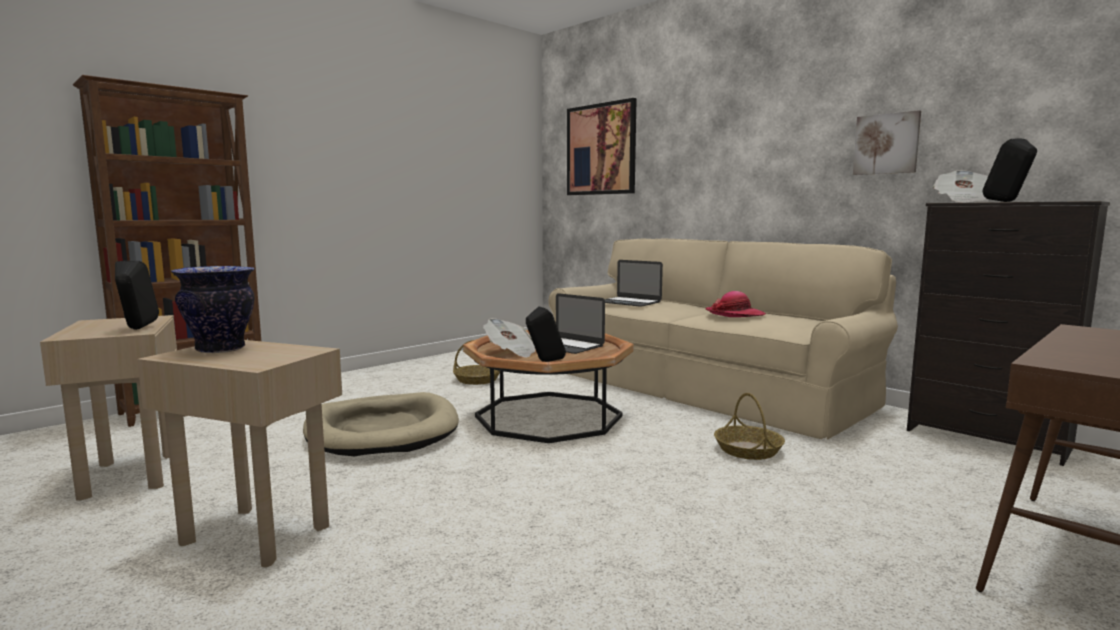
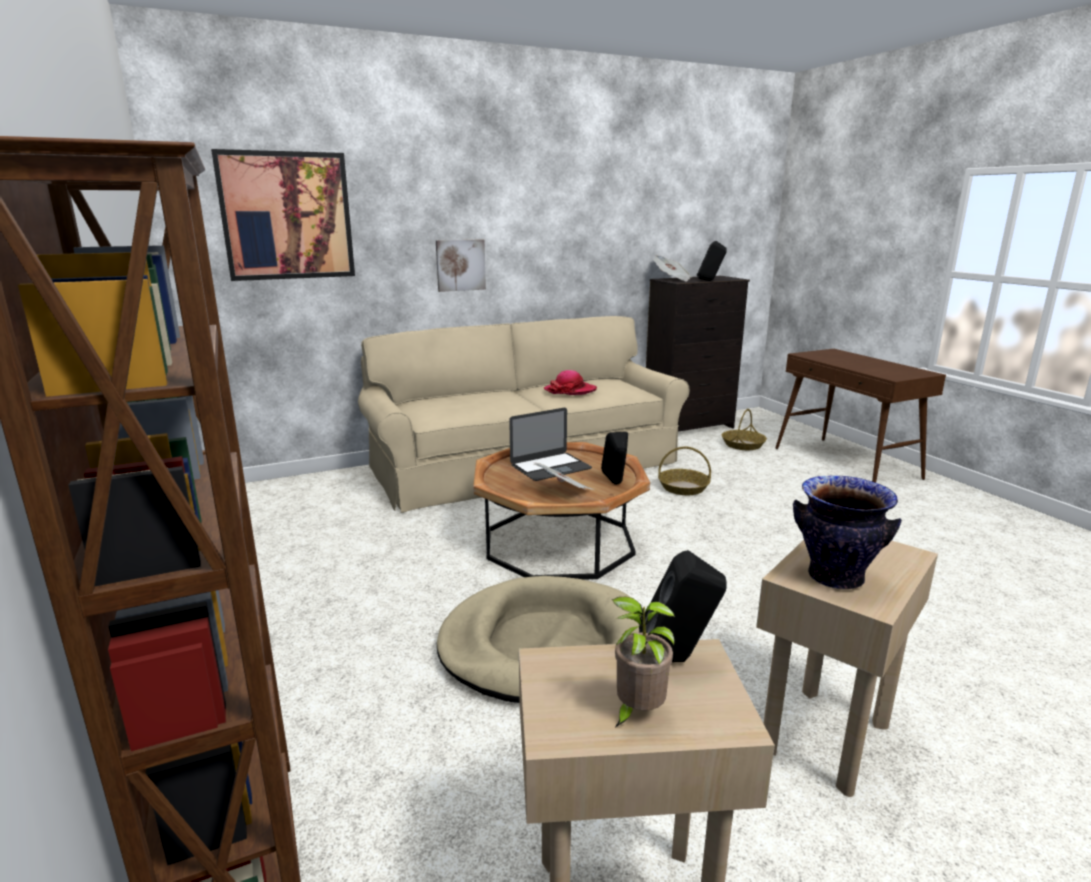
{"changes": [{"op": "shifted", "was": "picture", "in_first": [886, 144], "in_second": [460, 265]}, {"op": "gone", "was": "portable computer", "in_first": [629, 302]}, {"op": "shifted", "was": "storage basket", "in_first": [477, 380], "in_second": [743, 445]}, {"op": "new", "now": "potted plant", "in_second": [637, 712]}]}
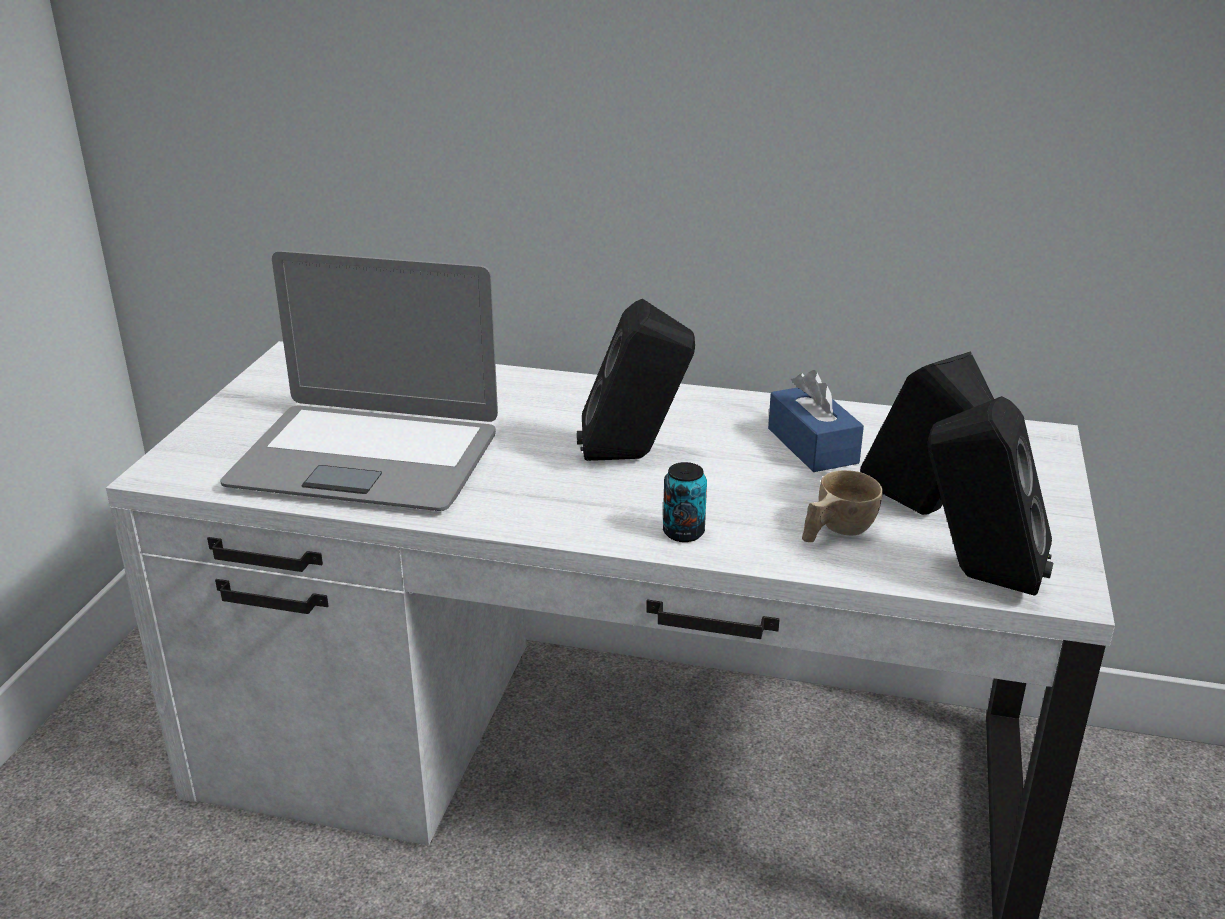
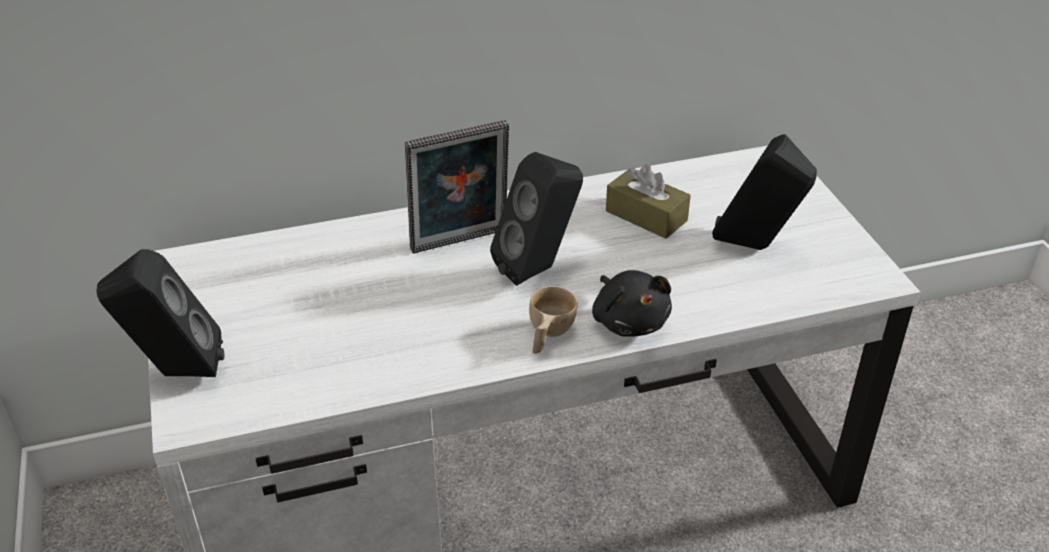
{"changes": [{"op": "gone", "was": "portable computer", "in_first": [367, 459]}, {"op": "repainted", "was": "bluish tissue holder", "now": "brownish tissue holder", "in_first": [812, 446], "in_second": [646, 216]}, {"op": "shifted", "was": "black-coloured speaker", "in_first": [977, 577], "in_second": [176, 372]}, {"op": "swapped", "was": "metal can", "now": "black-coloured cuddly toy", "in_first": [683, 532], "in_second": [629, 321]}, {"op": "shifted", "was": "beige-coloured drinking cup", "in_first": [835, 531], "in_second": [548, 335]}, {"op": "new", "now": "picture frame", "in_second": [460, 243]}]}
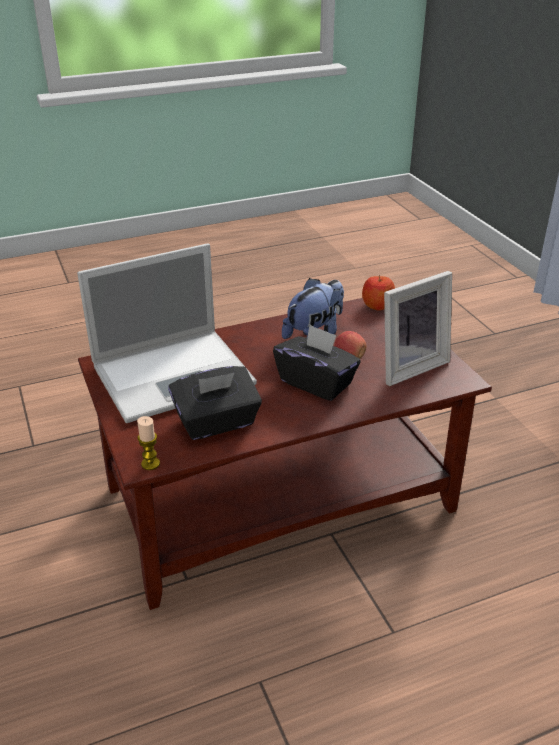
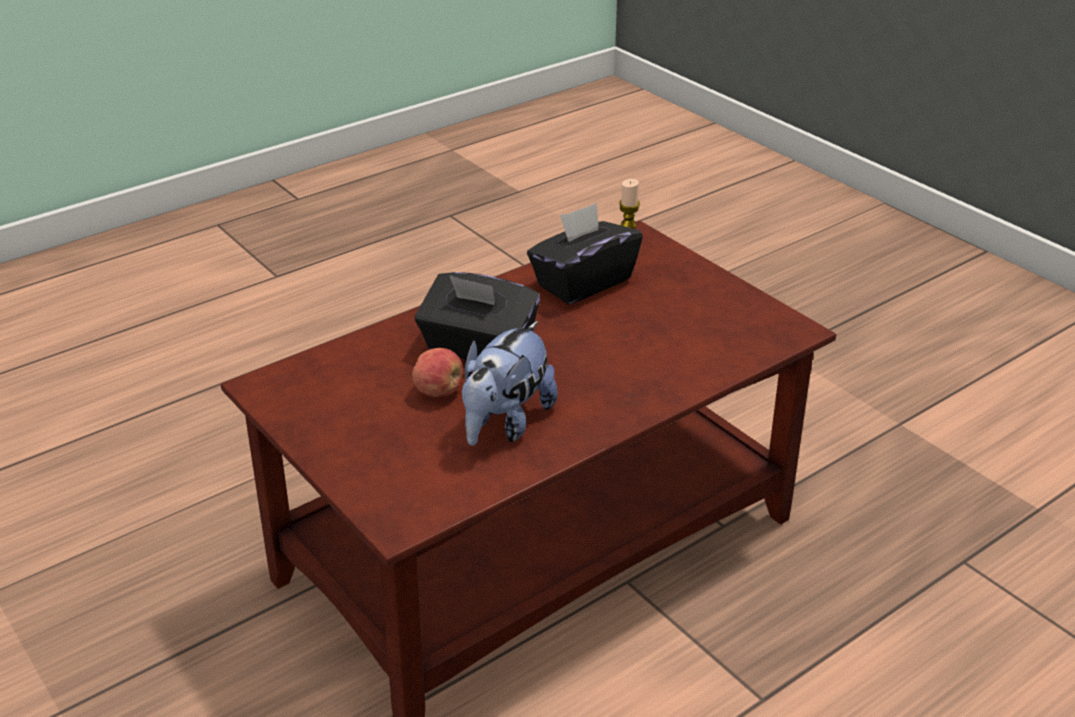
{"changes": [{"op": "gone", "was": "portable computer", "in_first": [176, 374]}, {"op": "gone", "was": "picture frame", "in_first": [408, 366]}, {"op": "gone", "was": "whole apple", "in_first": [377, 305]}]}
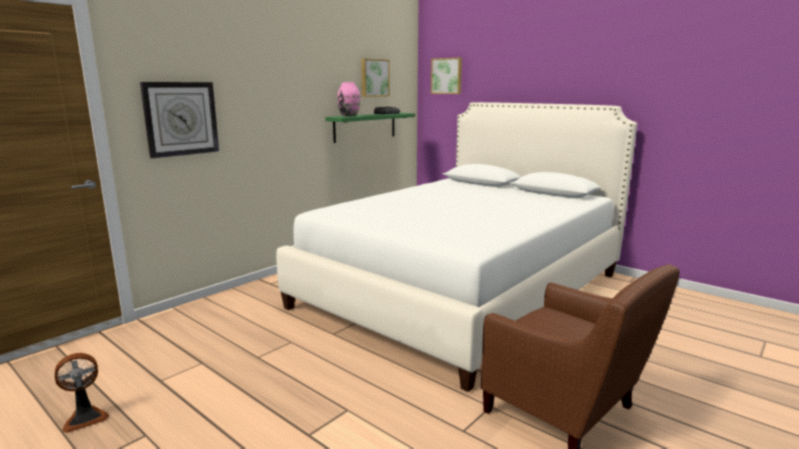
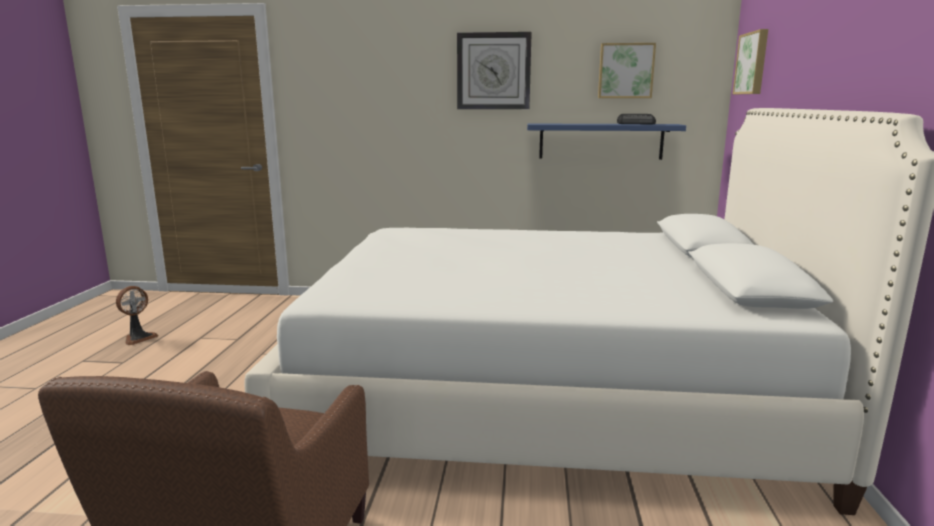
{"changes": [{"op": "shifted", "was": "wall clock", "in_first": [181, 118], "in_second": [493, 71]}, {"op": "gone", "was": "pink decorative vase", "in_first": [349, 116]}, {"op": "repainted", "was": "green shelf", "now": "bluish shelf", "in_first": [365, 127], "in_second": [601, 141]}, {"op": "rotated", "was": "cooling fan", "in_first": [85, 418], "in_second": [138, 338], "clockwise": -75}]}
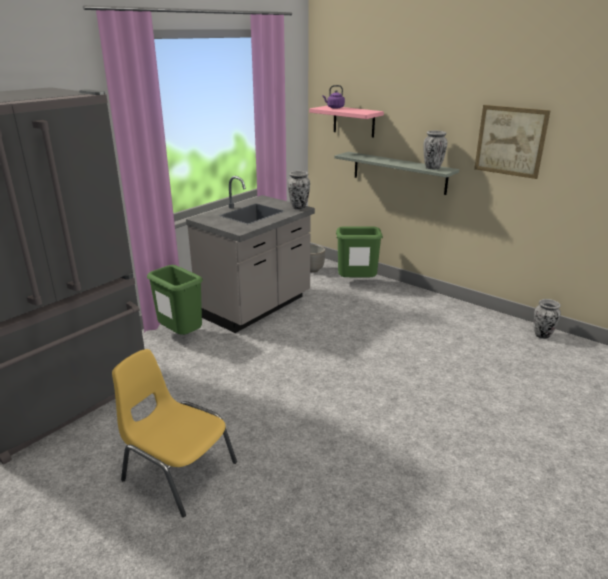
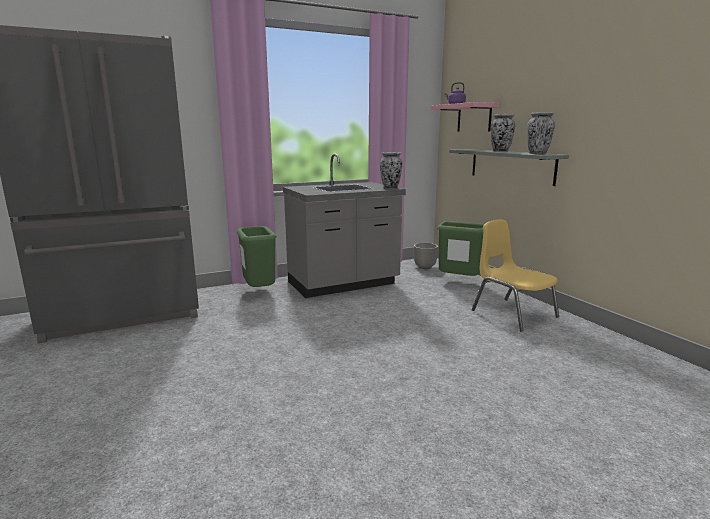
{"changes": [{"op": "gone", "was": "picture", "in_first": [510, 141]}, {"op": "shifted", "was": "decorative vase", "in_first": [542, 335], "in_second": [500, 151]}, {"op": "shifted", "was": "yellow-coloured upright chair", "in_first": [178, 471], "in_second": [512, 313]}]}
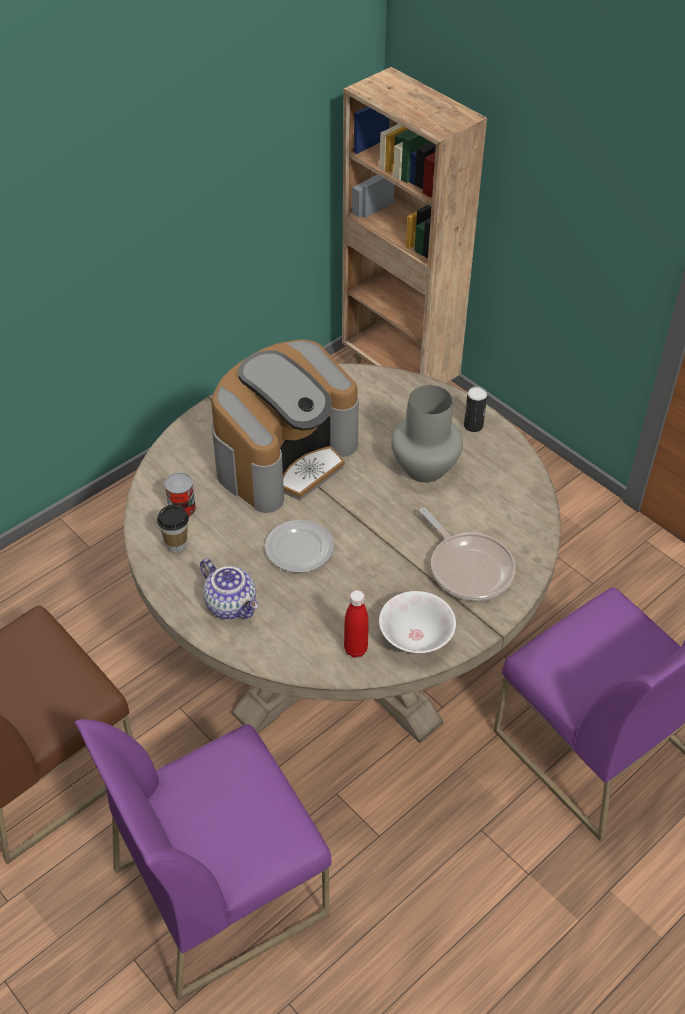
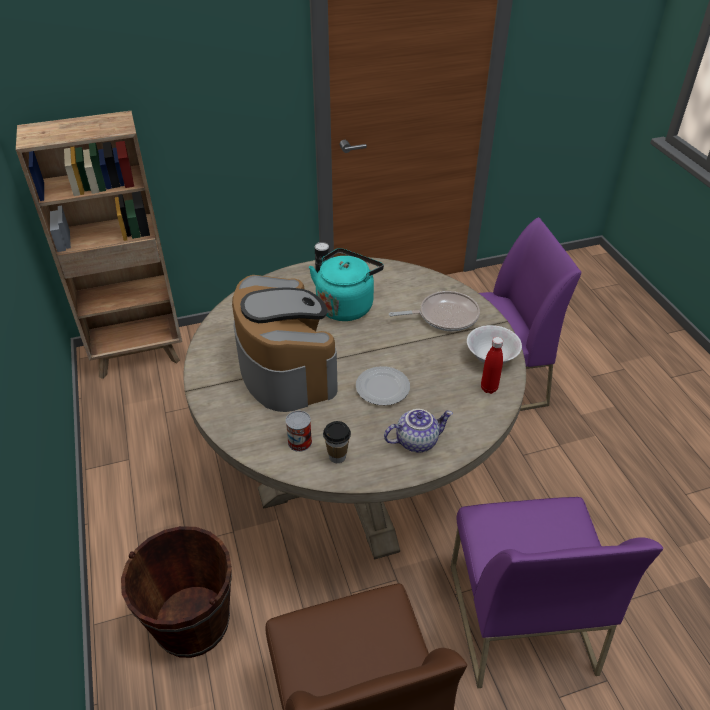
{"changes": [{"op": "swapped", "was": "greyish decorative vase", "now": "turquoise-coloured water kettle", "in_first": [425, 468], "in_second": [346, 305]}, {"op": "new", "now": "brownish water bucket", "in_second": [192, 622]}]}
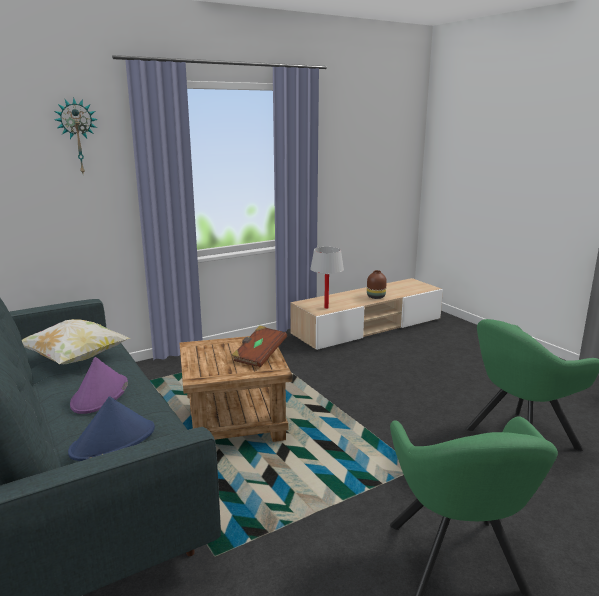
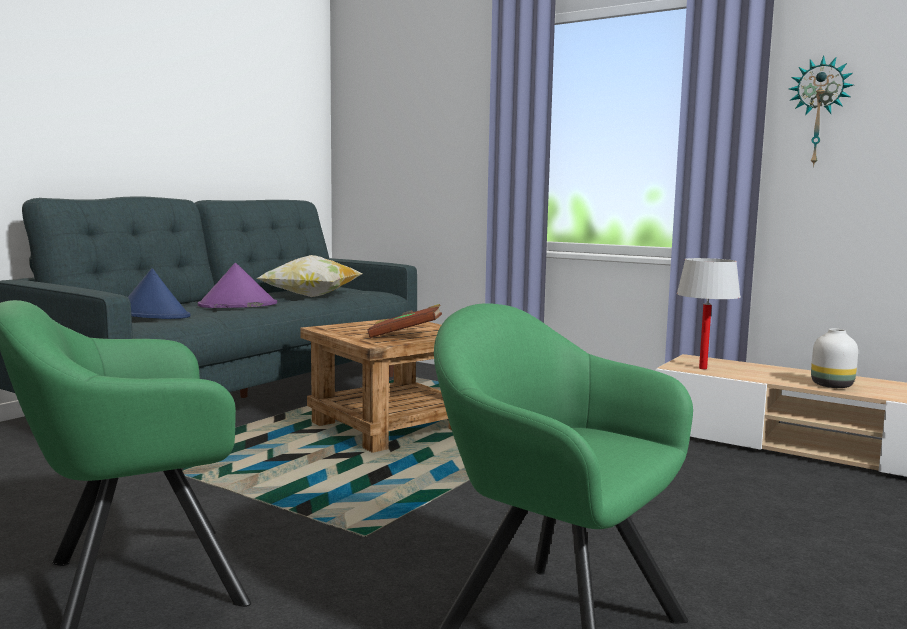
{"changes": [{"op": "shifted", "was": "wall clock", "in_first": [77, 136], "in_second": [819, 112]}, {"op": "repainted", "was": "brownish decorative vase", "now": "white-coloured decorative vase", "in_first": [375, 297], "in_second": [830, 385]}]}
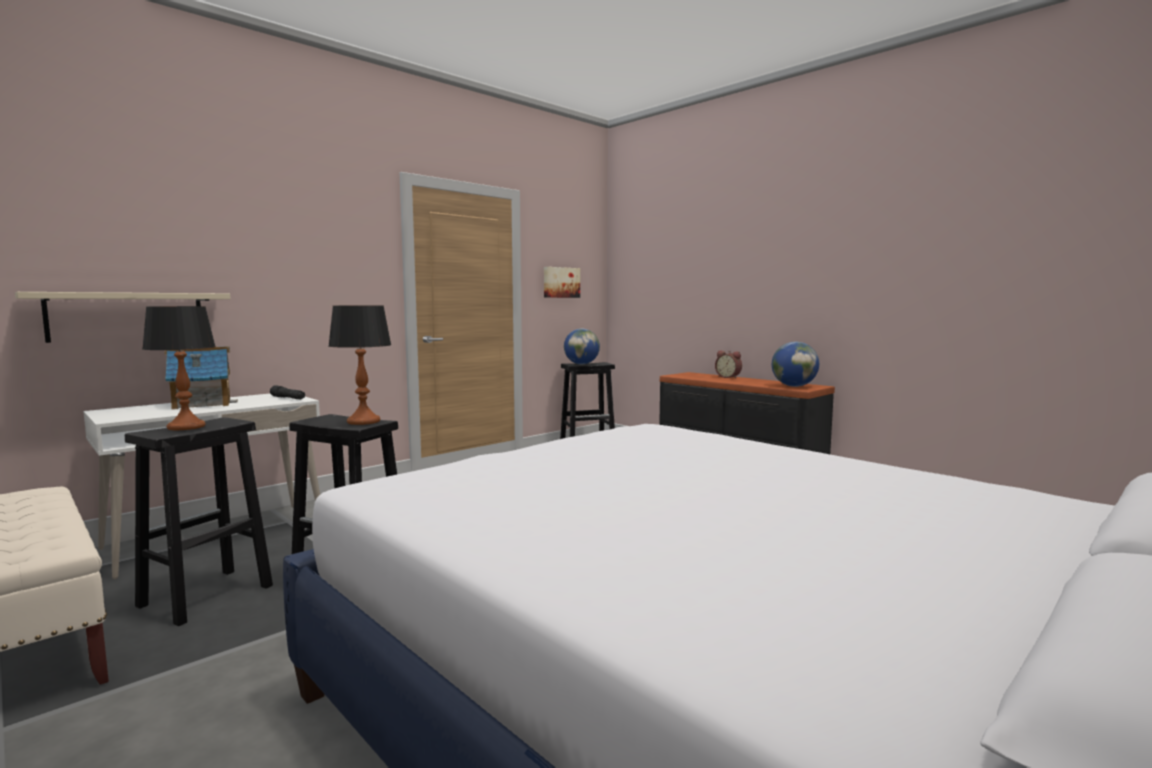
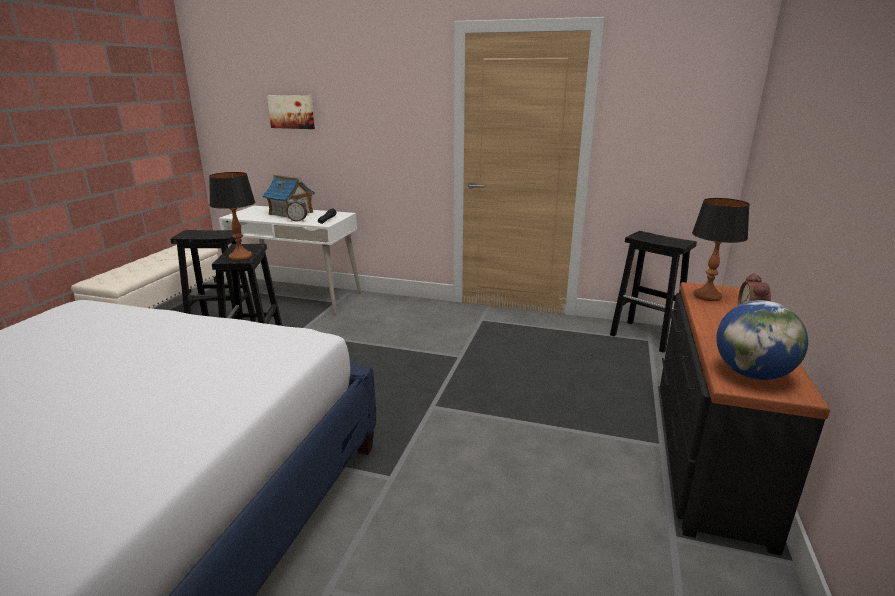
{"changes": [{"op": "shifted", "was": "picture", "in_first": [561, 282], "in_second": [292, 112]}, {"op": "gone", "was": "beige-coloured shelf", "in_first": [127, 316]}, {"op": "shifted", "was": "tabletop lamp", "in_first": [185, 427], "in_second": [706, 296]}, {"op": "gone", "was": "desk globe", "in_first": [581, 364]}, {"op": "new", "now": "alarm clock", "in_second": [298, 221]}]}
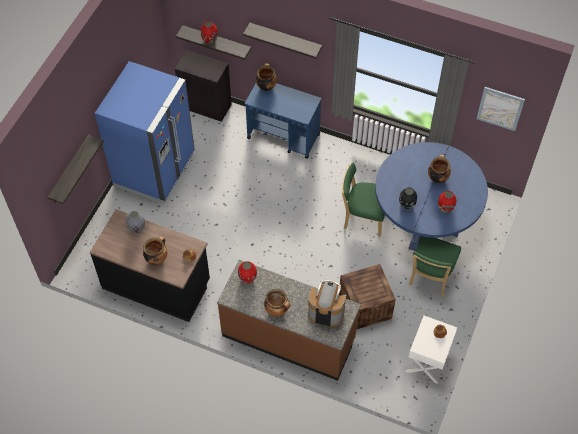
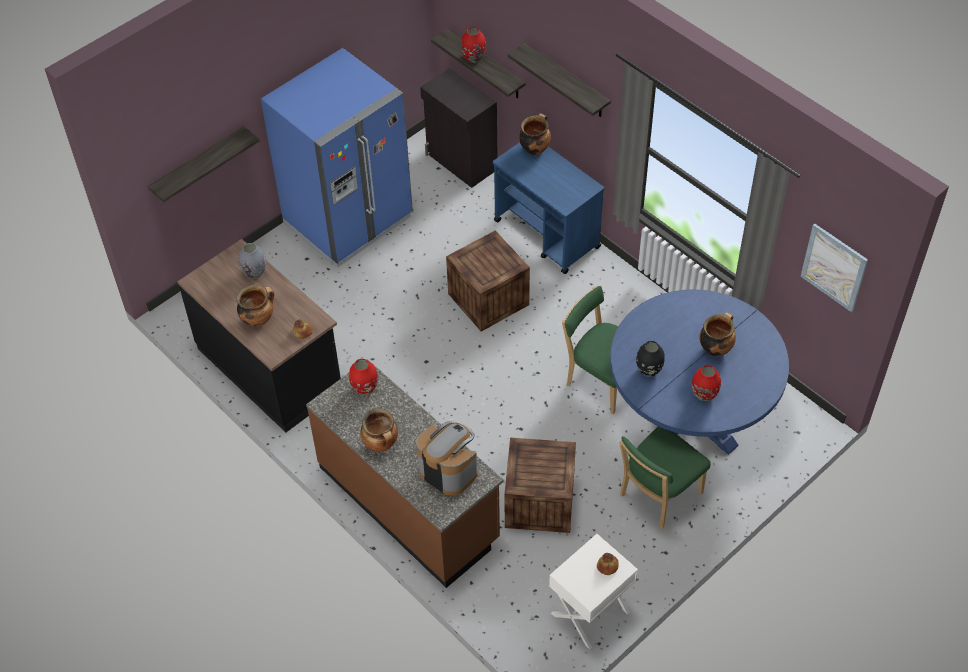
{"changes": [{"op": "new", "now": "packing crate", "in_second": [488, 299]}]}
